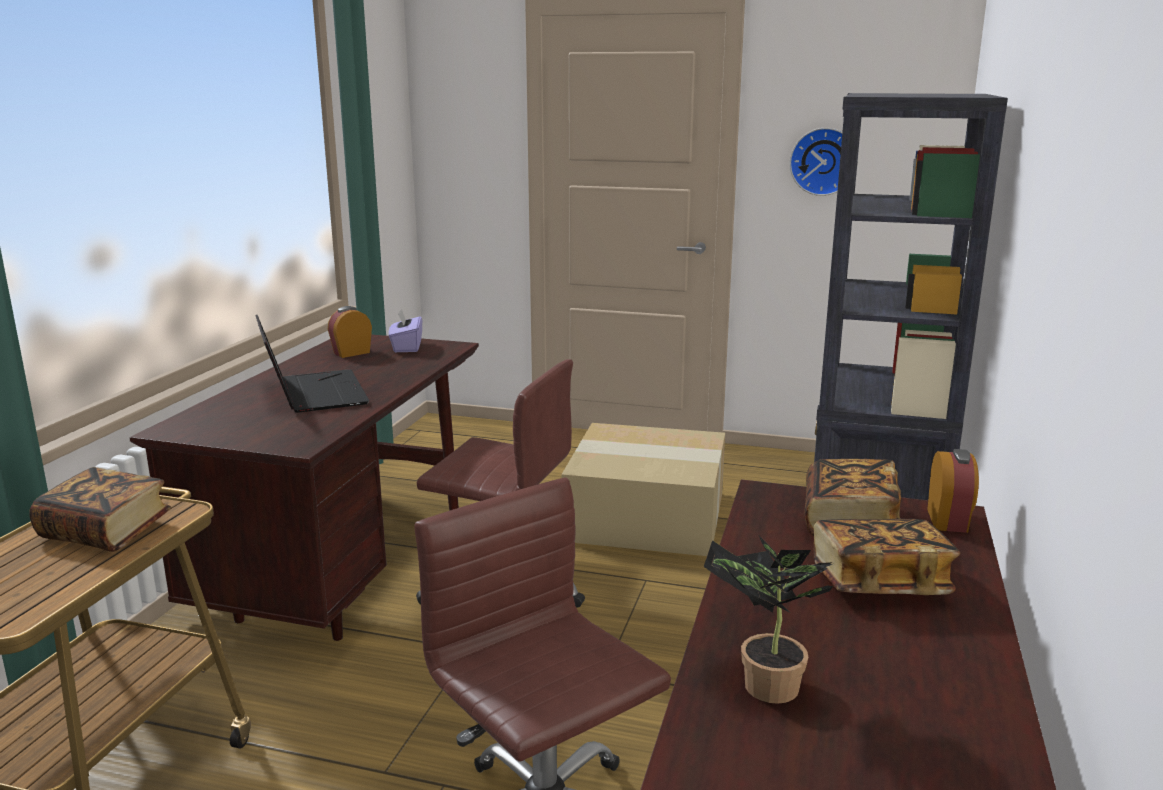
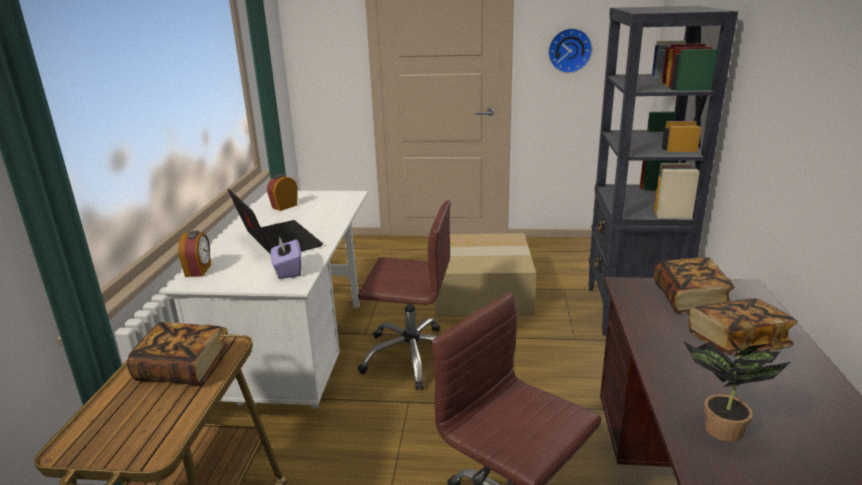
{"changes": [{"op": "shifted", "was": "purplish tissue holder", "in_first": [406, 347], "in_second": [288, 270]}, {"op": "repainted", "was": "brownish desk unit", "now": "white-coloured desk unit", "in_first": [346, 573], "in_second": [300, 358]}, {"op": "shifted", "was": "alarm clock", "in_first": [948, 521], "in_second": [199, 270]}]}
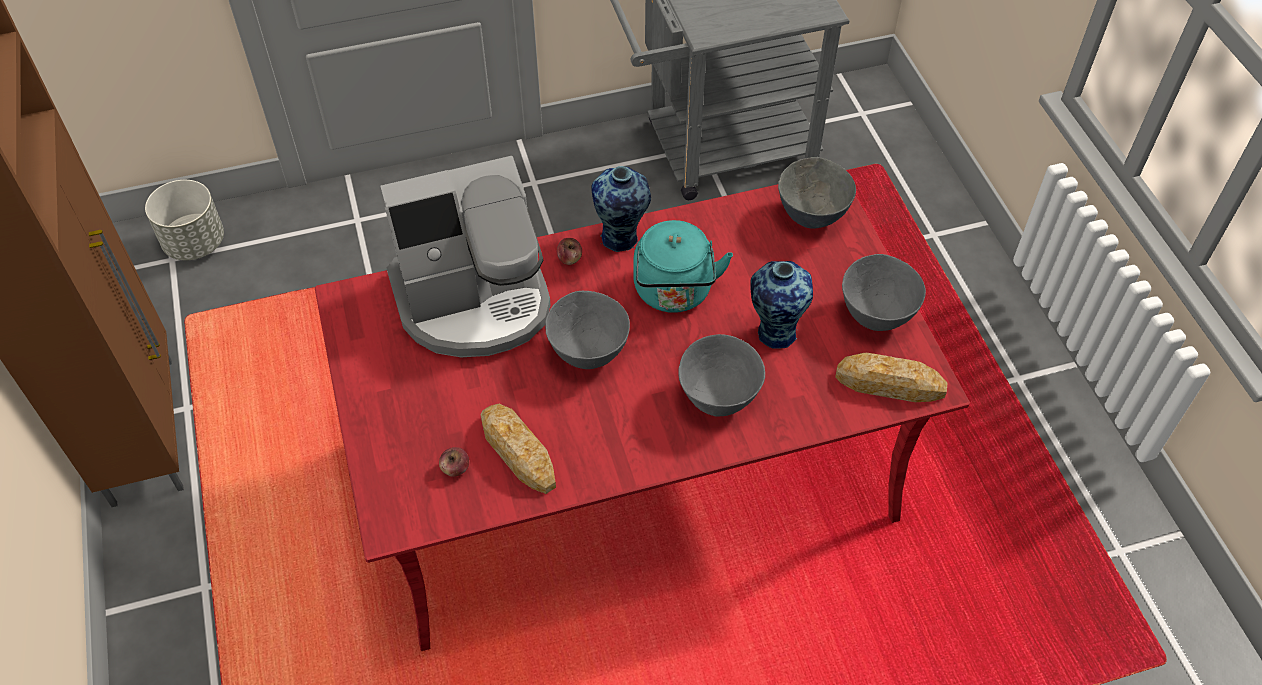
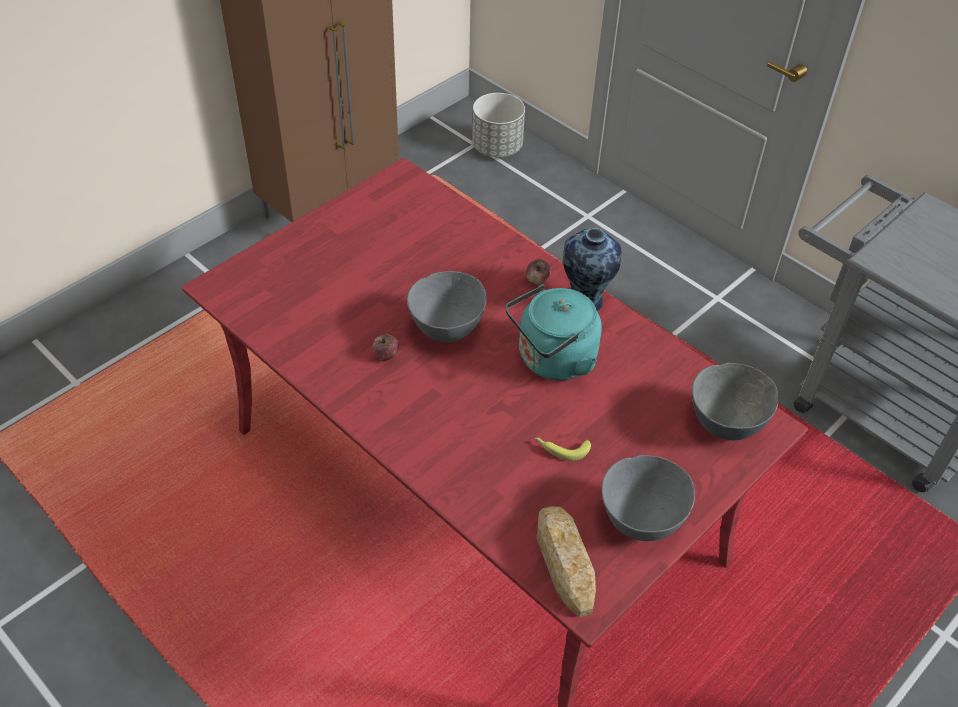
{"changes": [{"op": "gone", "was": "coffee machine", "in_first": [474, 301]}, {"op": "swapped", "was": "decorative vase", "now": "whole banana", "in_first": [774, 332], "in_second": [561, 448]}, {"op": "gone", "was": "greyish serving bowl", "in_first": [719, 399]}, {"op": "gone", "was": "bakery bread", "in_first": [518, 452]}, {"op": "shifted", "was": "whole apple", "in_first": [455, 469], "in_second": [386, 355]}]}
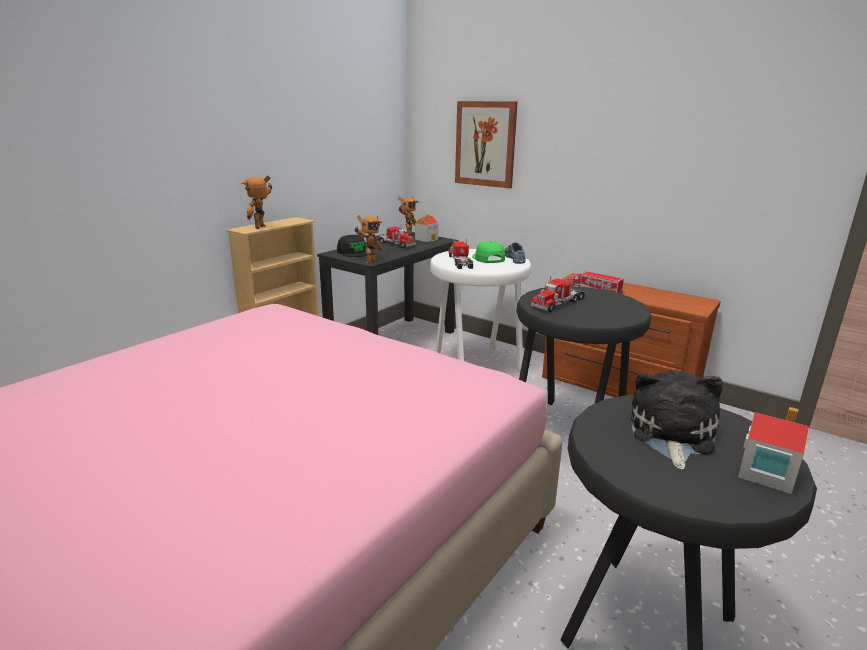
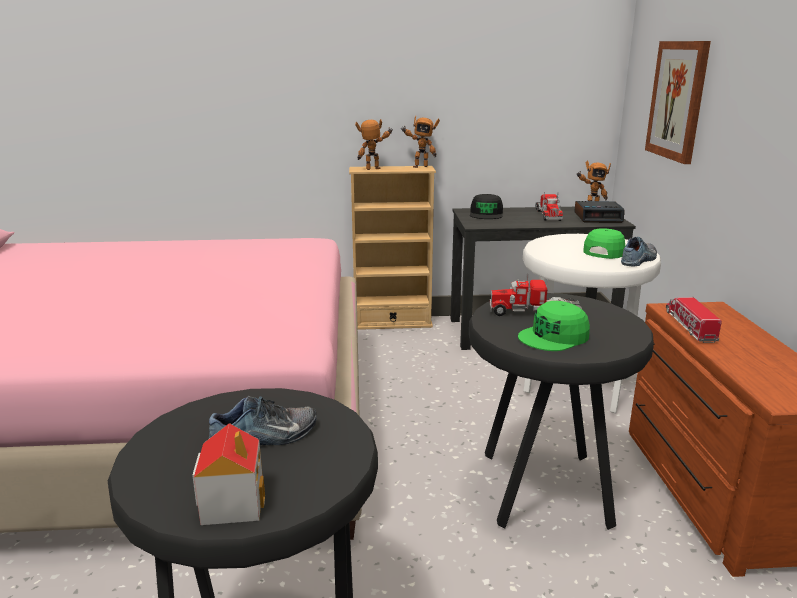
{"changes": [{"op": "swapped", "was": "toy house", "now": "alarm clock", "in_first": [426, 239], "in_second": [598, 217]}, {"op": "shifted", "was": "model robot", "in_first": [368, 261], "in_second": [419, 166]}, {"op": "gone", "was": "toy lorry", "in_first": [460, 262]}, {"op": "swapped", "was": "cuddly toy", "now": "item of footwear", "in_first": [670, 435], "in_second": [265, 438]}, {"op": "new", "now": "green cap", "in_second": [554, 336]}]}
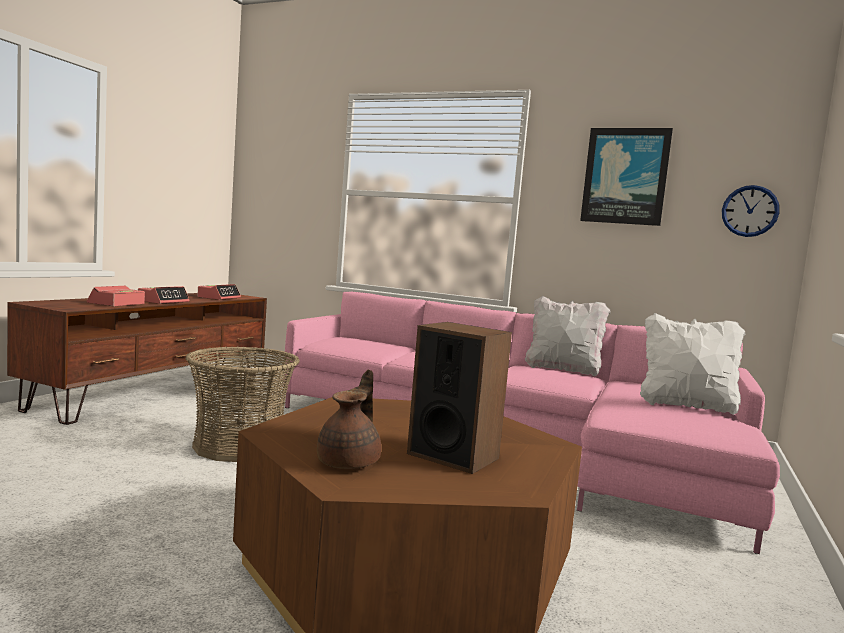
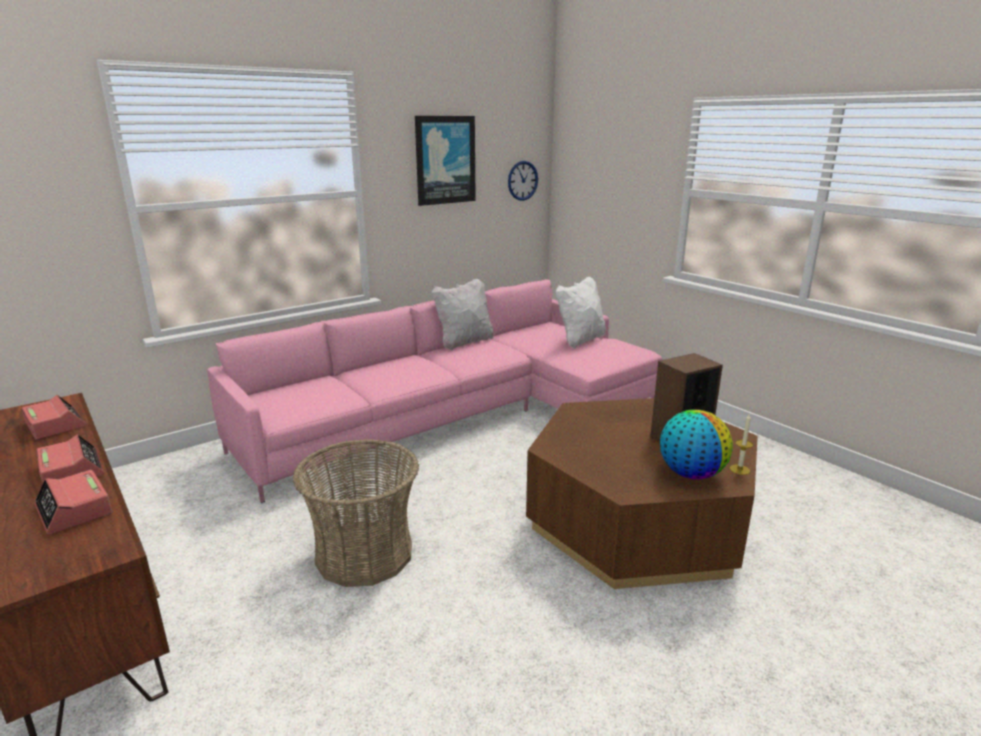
{"changes": [{"op": "swapped", "was": "brownish teapot", "now": "desk globe", "in_first": [350, 462], "in_second": [691, 474]}, {"op": "new", "now": "wax candle", "in_second": [739, 469]}]}
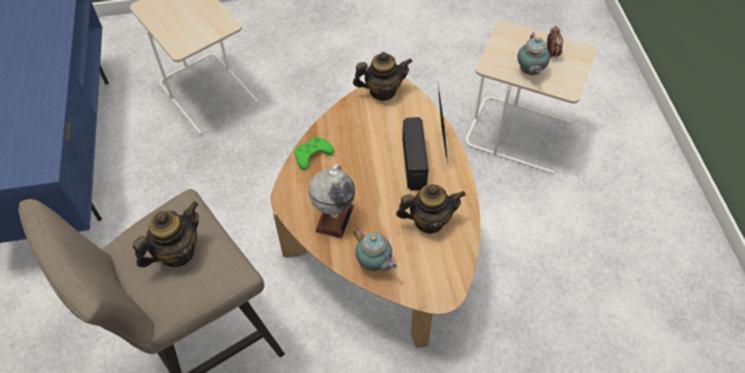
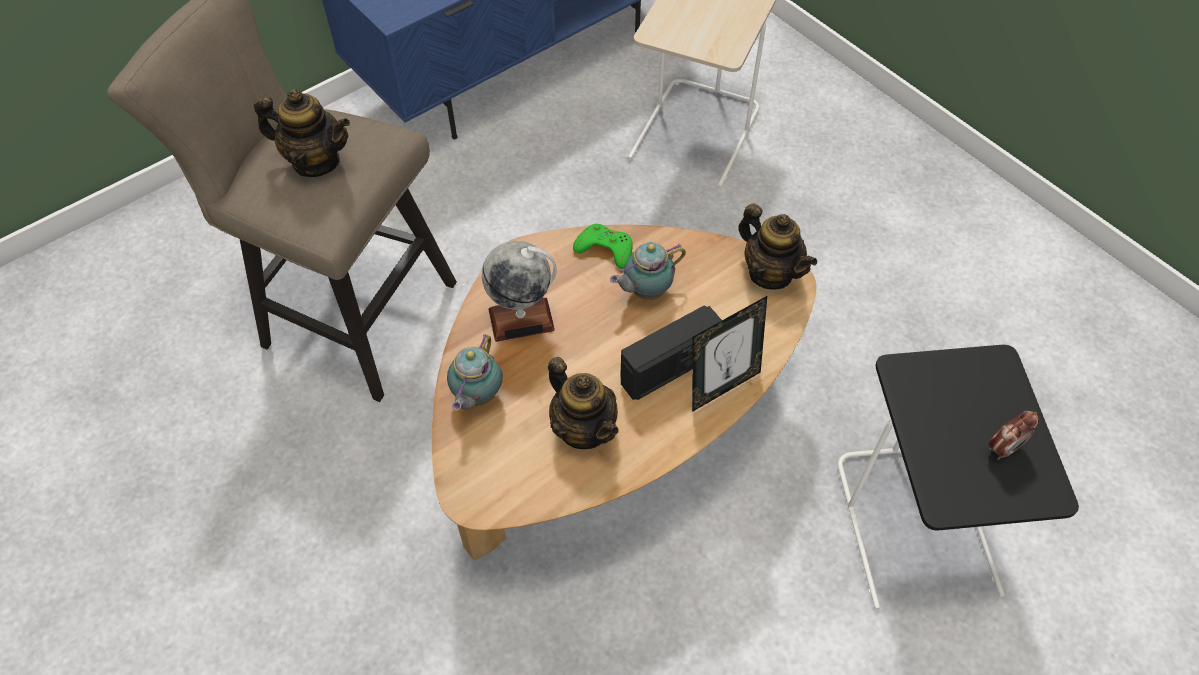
{"changes": [{"op": "repainted", "was": "beige-coloured end table", "now": "black-coloured end table", "in_first": [519, 133], "in_second": [917, 525]}, {"op": "shifted", "was": "teapot", "in_first": [530, 72], "in_second": [645, 291]}]}
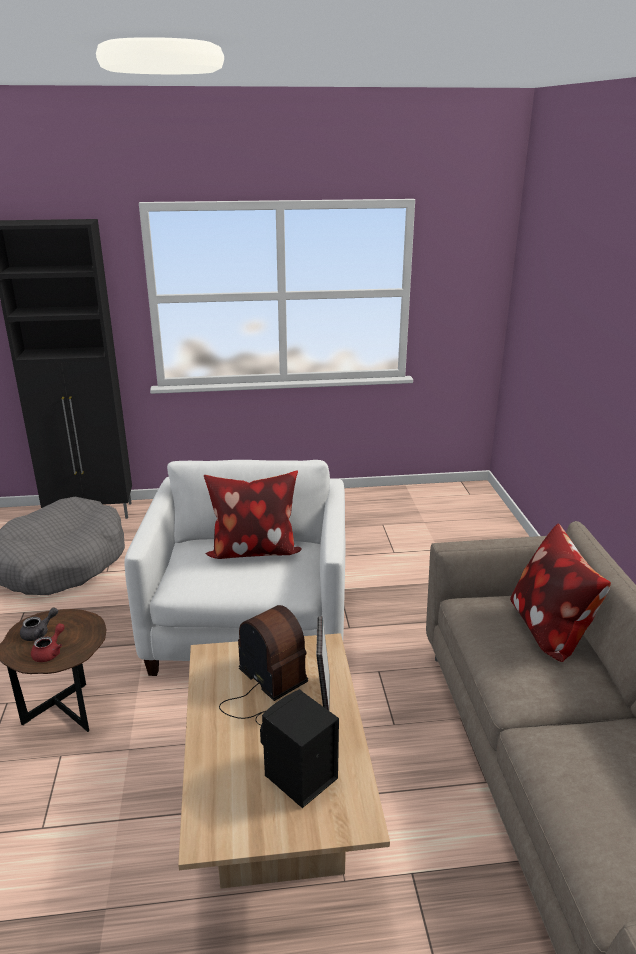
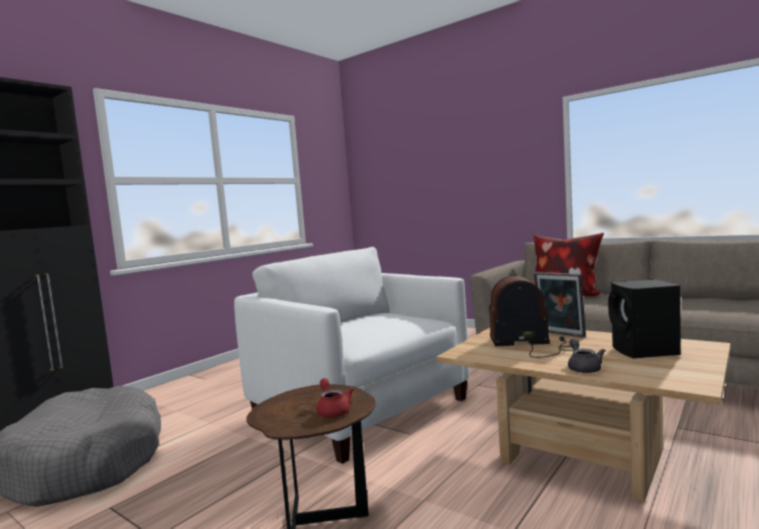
{"changes": [{"op": "gone", "was": "cushion", "in_first": [253, 551]}, {"op": "shifted", "was": "greyish teapot", "in_first": [39, 633], "in_second": [583, 368]}]}
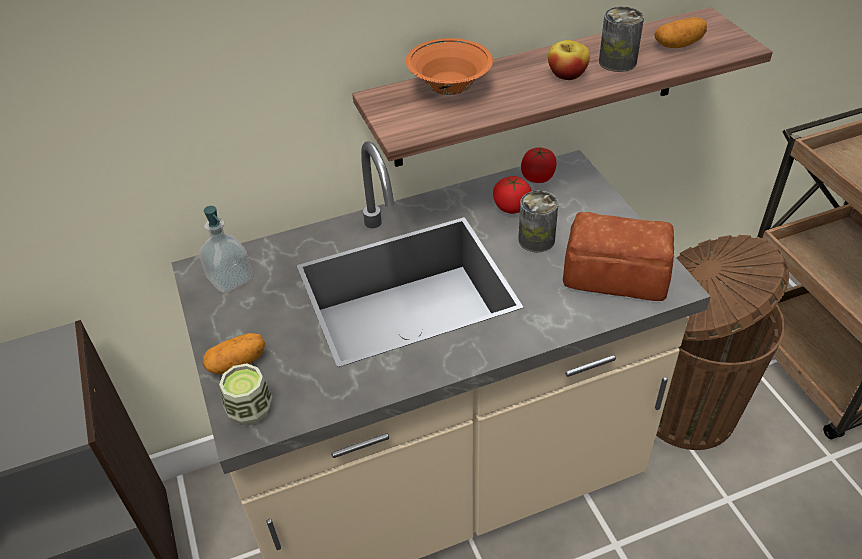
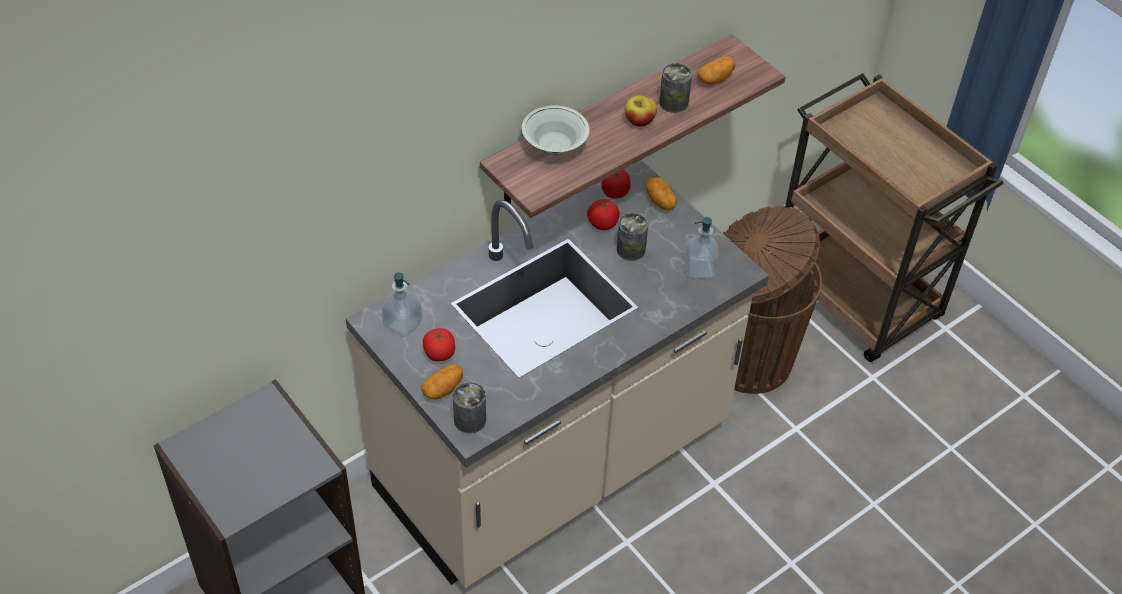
{"changes": [{"op": "repainted", "was": "orangey serving bowl", "now": "white-coloured serving bowl", "in_first": [449, 89], "in_second": [554, 147]}, {"op": "swapped", "was": "bakery bread", "now": "soap dispenser", "in_first": [618, 274], "in_second": [699, 269]}, {"op": "swapped", "was": "drinking cup", "now": "metal can", "in_first": [250, 410], "in_second": [470, 420]}, {"op": "new", "now": "potato", "in_second": [660, 201]}, {"op": "new", "now": "whole tomato", "in_second": [439, 353]}]}
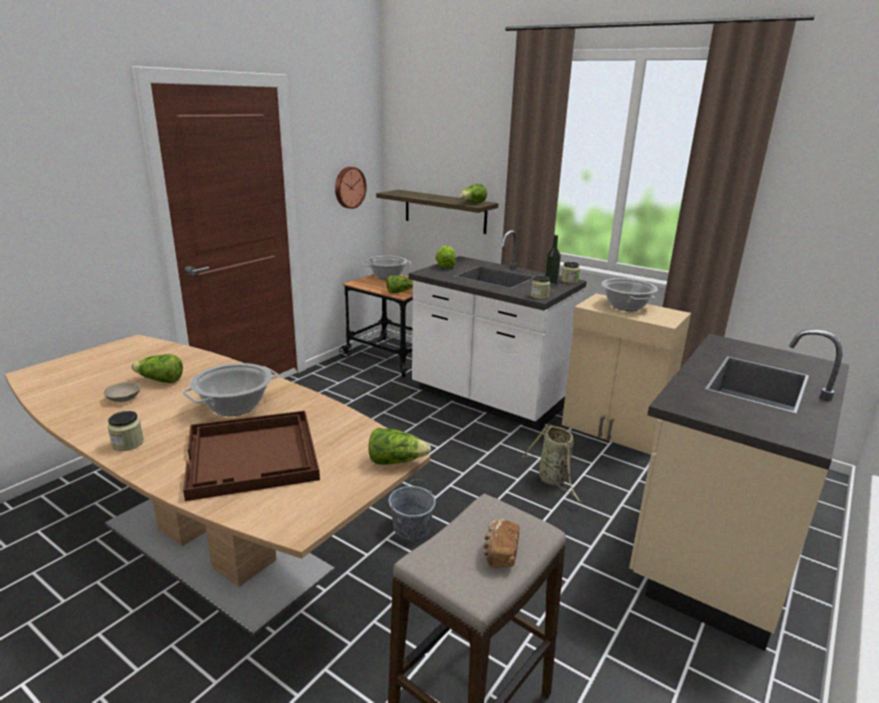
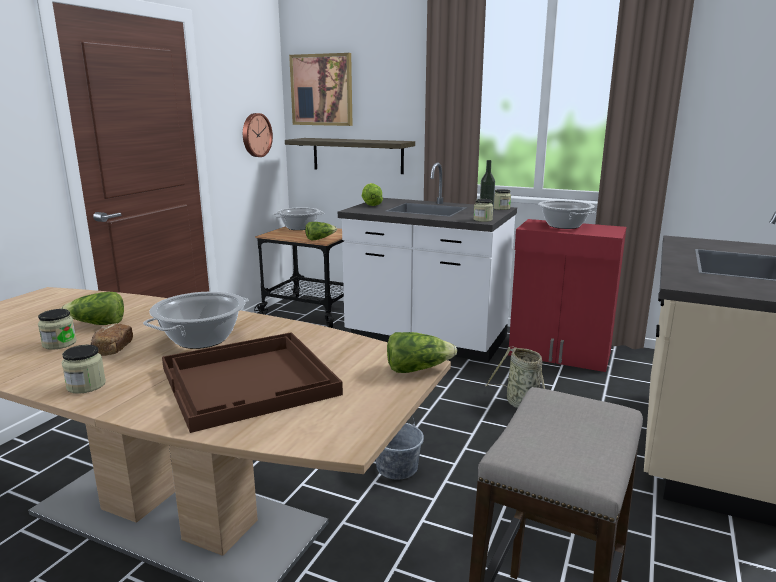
{"changes": [{"op": "gone", "was": "lettuce head", "in_first": [472, 203]}, {"op": "repainted", "was": "beige-coloured storage cabinet", "now": "red-coloured storage cabinet", "in_first": [613, 430], "in_second": [560, 354]}, {"op": "swapped", "was": "beige-coloured serving bowl", "now": "storage jar", "in_first": [124, 398], "in_second": [59, 343]}, {"op": "shifted", "was": "bakery bread", "in_first": [499, 553], "in_second": [112, 349]}, {"op": "new", "now": "picture", "in_second": [322, 90]}]}
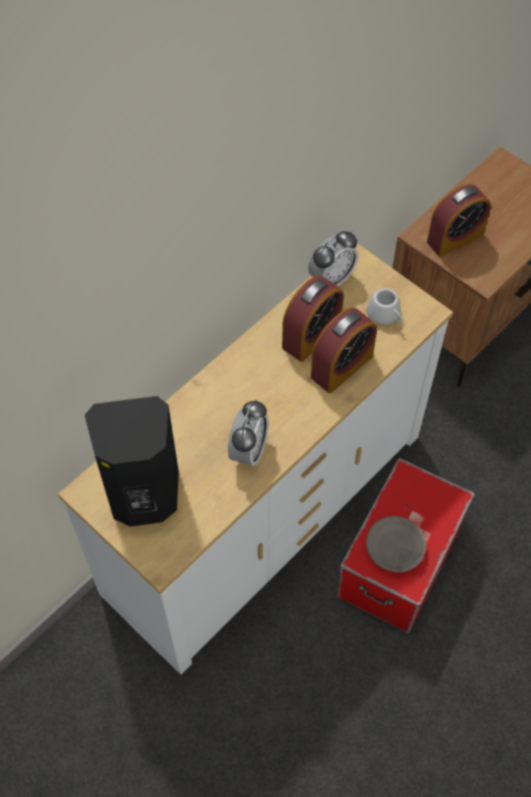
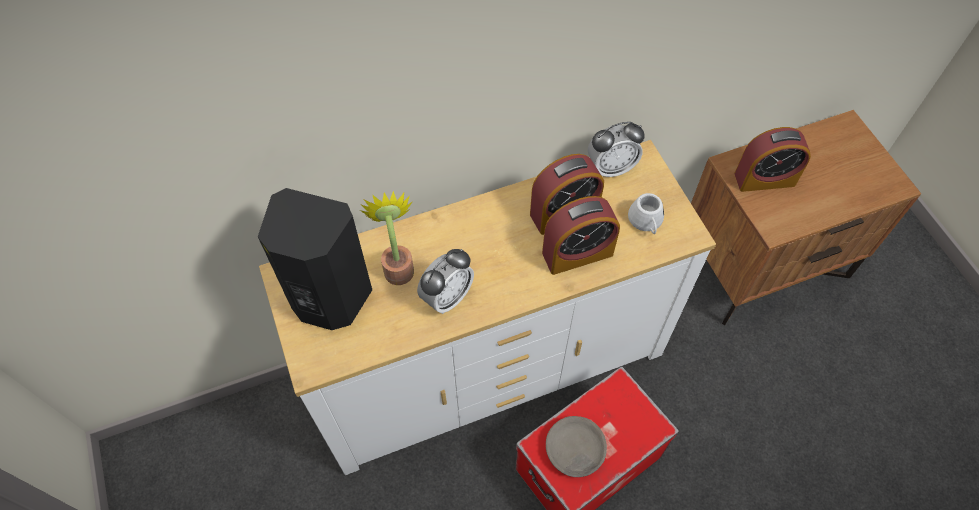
{"changes": [{"op": "new", "now": "potted plant", "in_second": [398, 266]}]}
